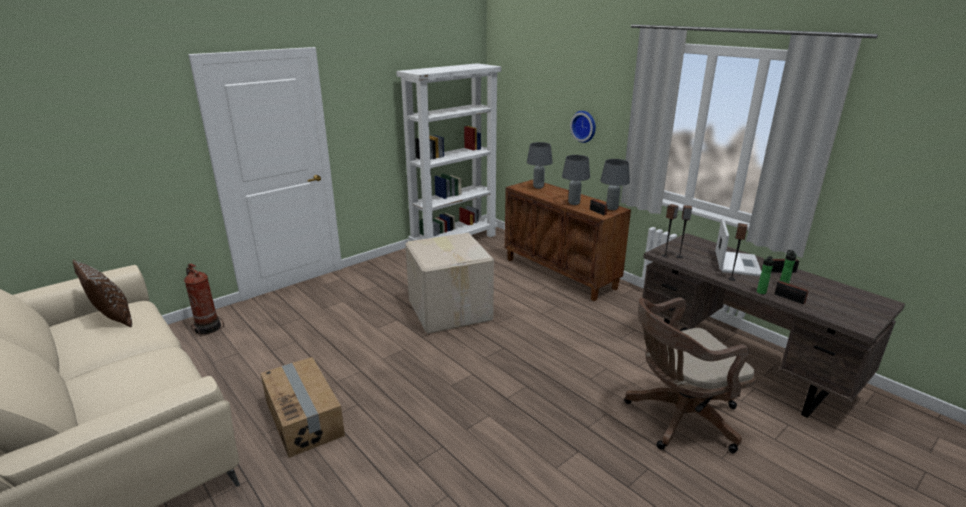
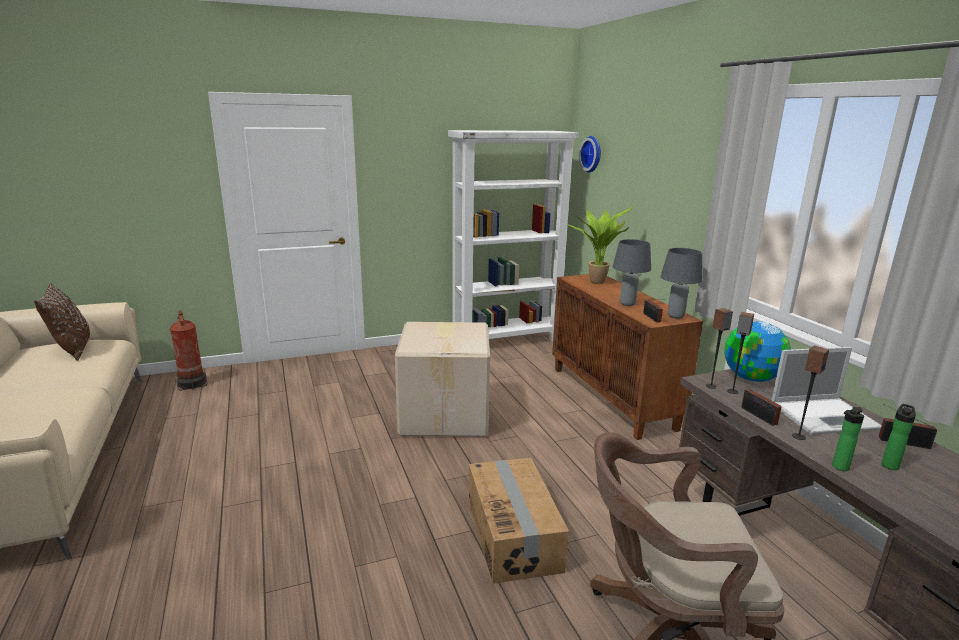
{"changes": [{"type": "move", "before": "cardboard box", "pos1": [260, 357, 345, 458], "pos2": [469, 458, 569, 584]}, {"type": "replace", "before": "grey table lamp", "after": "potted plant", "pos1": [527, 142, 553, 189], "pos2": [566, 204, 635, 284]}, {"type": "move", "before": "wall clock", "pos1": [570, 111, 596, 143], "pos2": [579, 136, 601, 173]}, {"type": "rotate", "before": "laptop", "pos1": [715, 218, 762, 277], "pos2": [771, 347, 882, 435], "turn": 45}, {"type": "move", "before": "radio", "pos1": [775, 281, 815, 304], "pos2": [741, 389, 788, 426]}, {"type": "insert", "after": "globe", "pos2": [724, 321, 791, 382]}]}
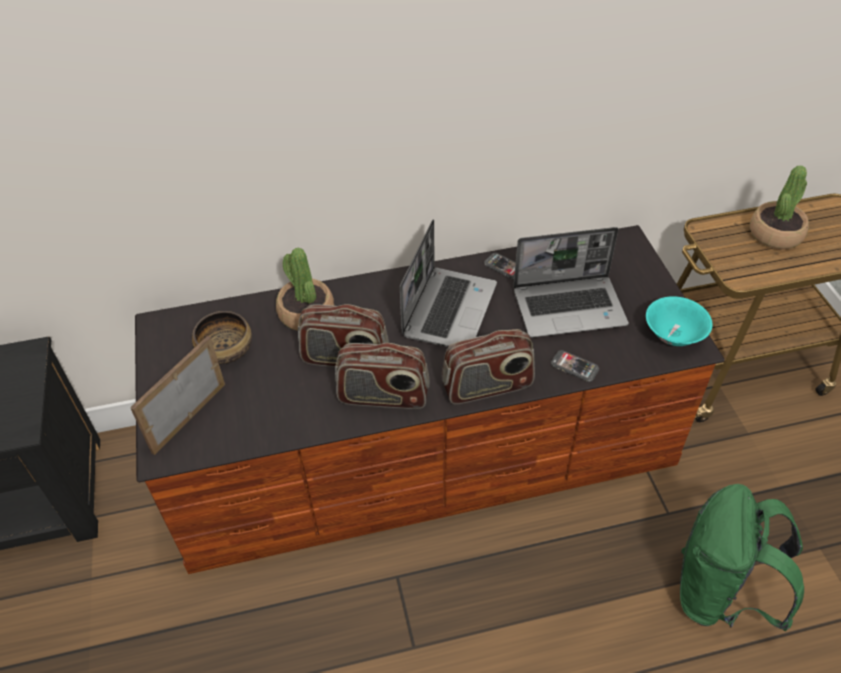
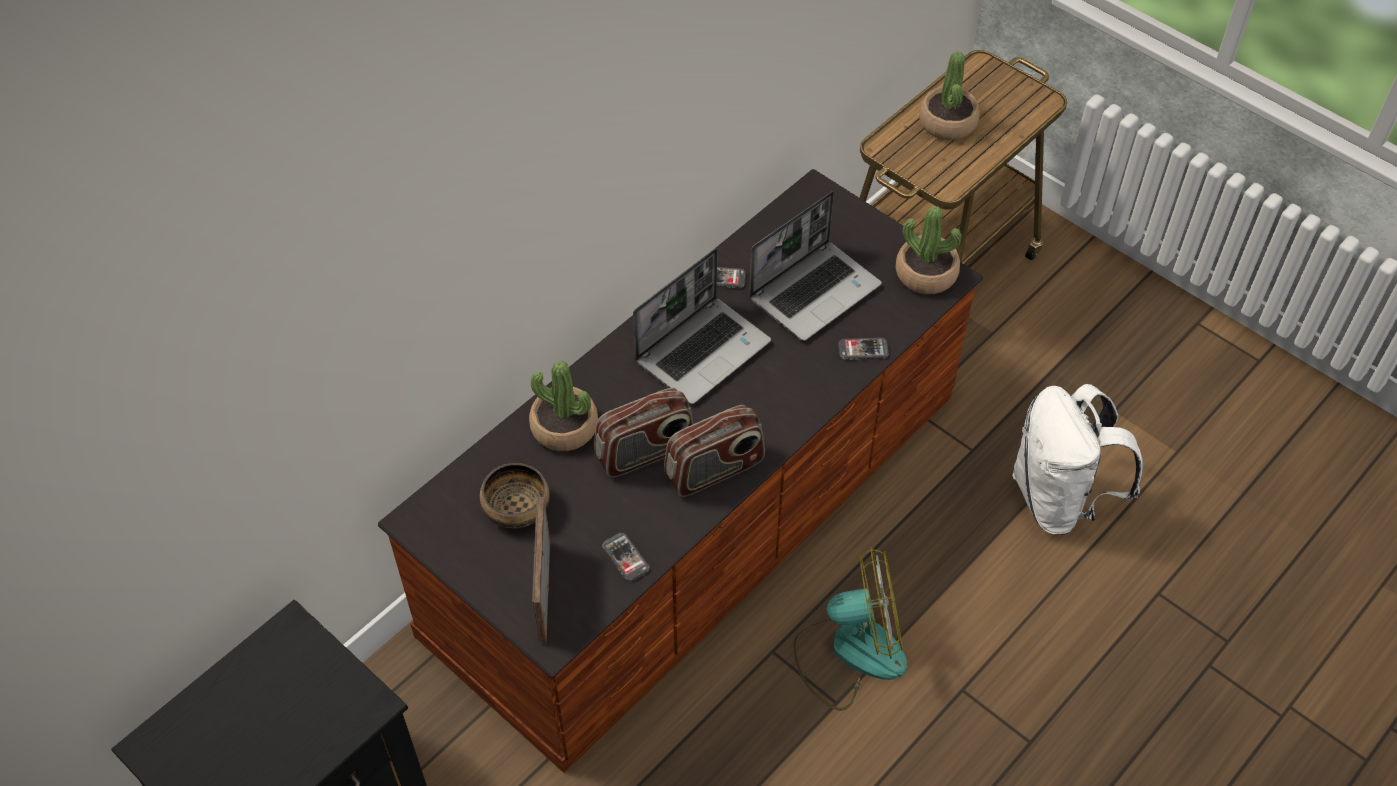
{"changes": [{"type": "rotate", "before": "laptop", "pos1": [400, 220, 497, 347], "pos2": [633, 248, 771, 404], "turn": 60}, {"type": "delete", "before": "radio", "pos1": [442, 329, 535, 404]}, {"type": "replace", "before": "turquoise bowl", "after": "potted plant", "pos1": [646, 296, 712, 346], "pos2": [896, 206, 962, 294]}, {"type": "recolor", "before": "green backpack", "after": "white backpack", "pos1": [680, 484, 804, 631], "pos2": [1012, 384, 1143, 535]}, {"type": "insert", "after": "phone", "pos2": [602, 533, 650, 581]}, {"type": "insert", "after": "fan", "pos2": [793, 547, 907, 711]}]}
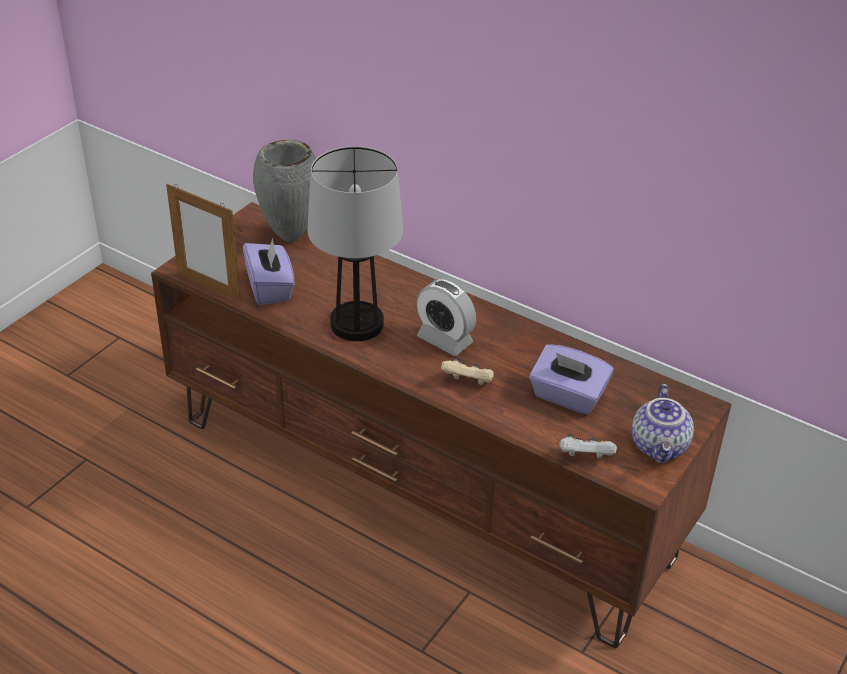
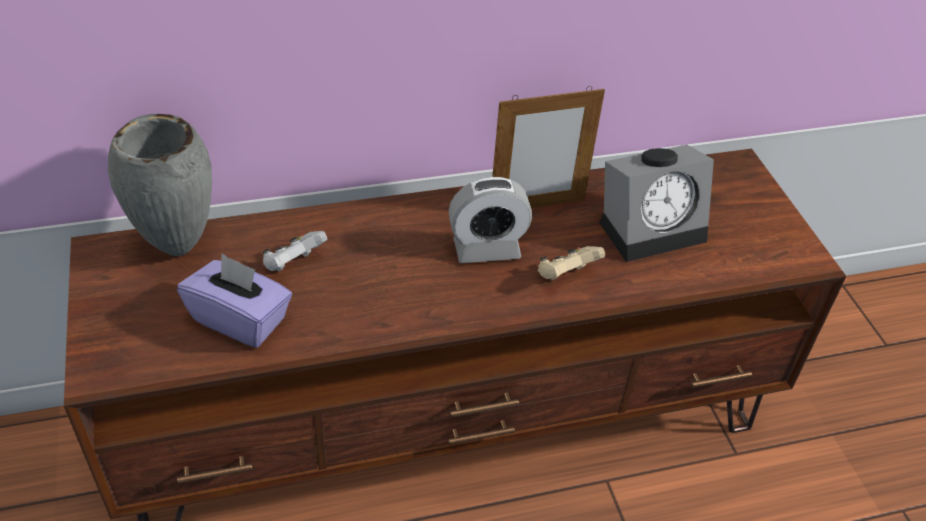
{"changes": [{"type": "move", "before": "picture frame", "pos1": [166, 184, 241, 301], "pos2": [492, 86, 605, 208]}, {"type": "delete", "before": "table lamp", "pos1": [307, 146, 403, 341]}, {"type": "replace", "before": "purple tissue box", "after": "alarm clock", "pos1": [529, 344, 614, 415], "pos2": [599, 144, 714, 262]}, {"type": "move", "before": "white game controller", "pos1": [559, 434, 617, 458], "pos2": [262, 231, 327, 272]}, {"type": "delete", "before": "teapot", "pos1": [632, 384, 694, 463]}]}
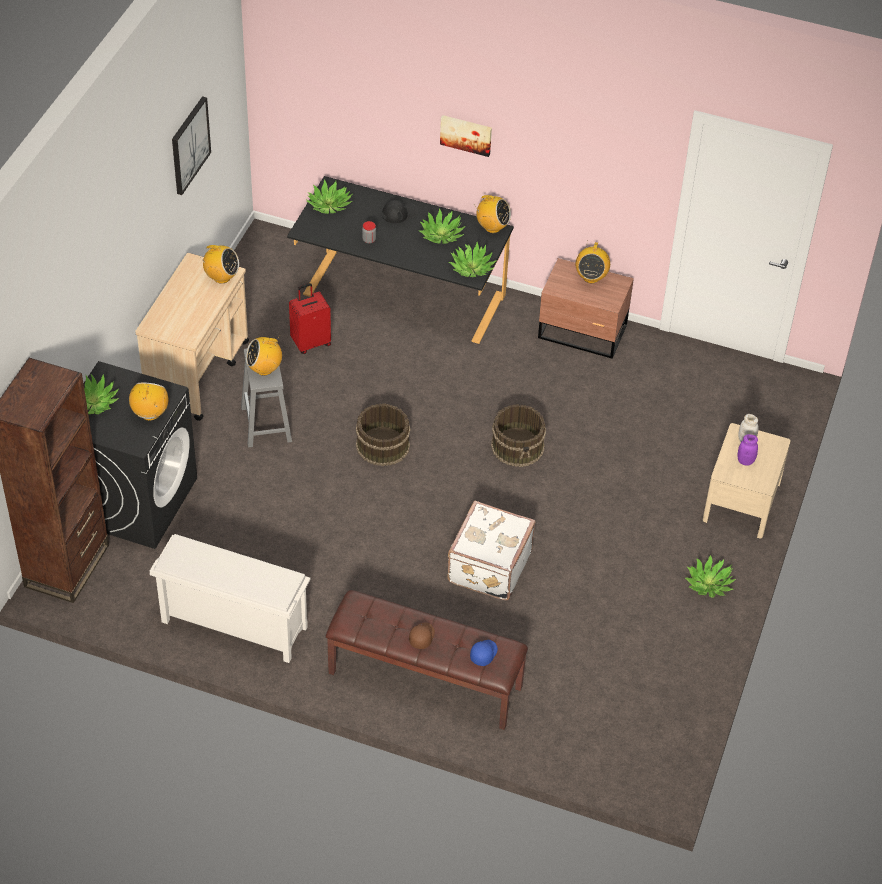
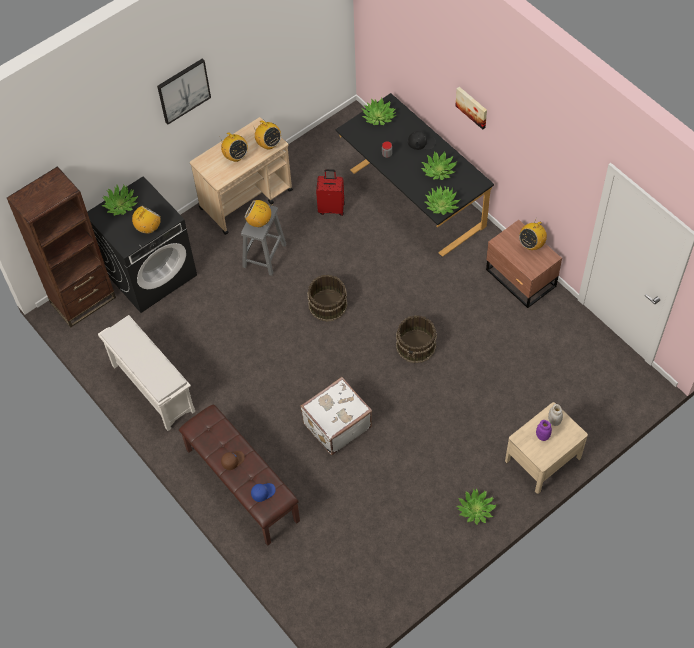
{"changes": [{"type": "move", "before": "picture", "pos1": [172, 96, 211, 195], "pos2": [157, 59, 211, 125]}, {"type": "move", "before": "radio", "pos1": [475, 195, 511, 233], "pos2": [220, 132, 248, 162]}]}
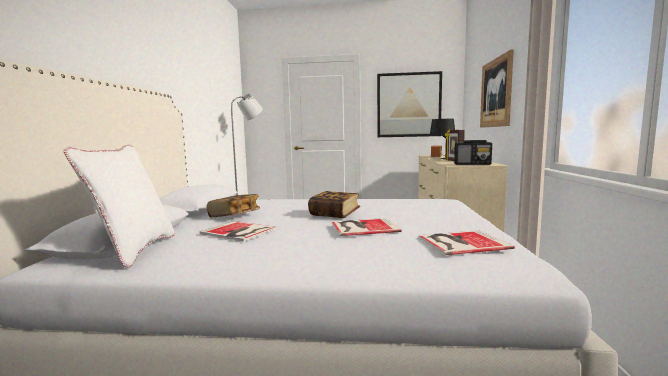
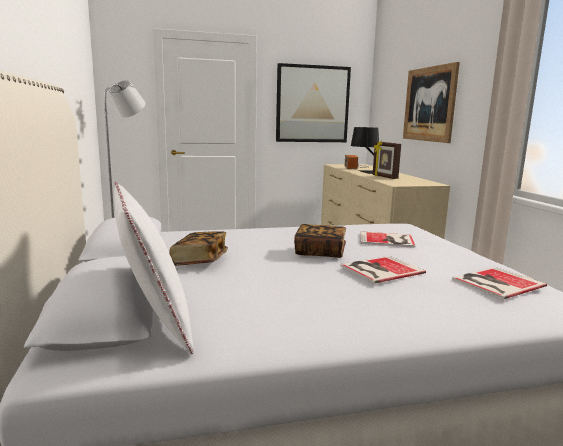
{"changes": [{"type": "move", "before": "book", "pos1": [199, 221, 277, 242], "pos2": [360, 231, 415, 248]}, {"type": "delete", "before": "radio", "pos1": [454, 140, 492, 165]}]}
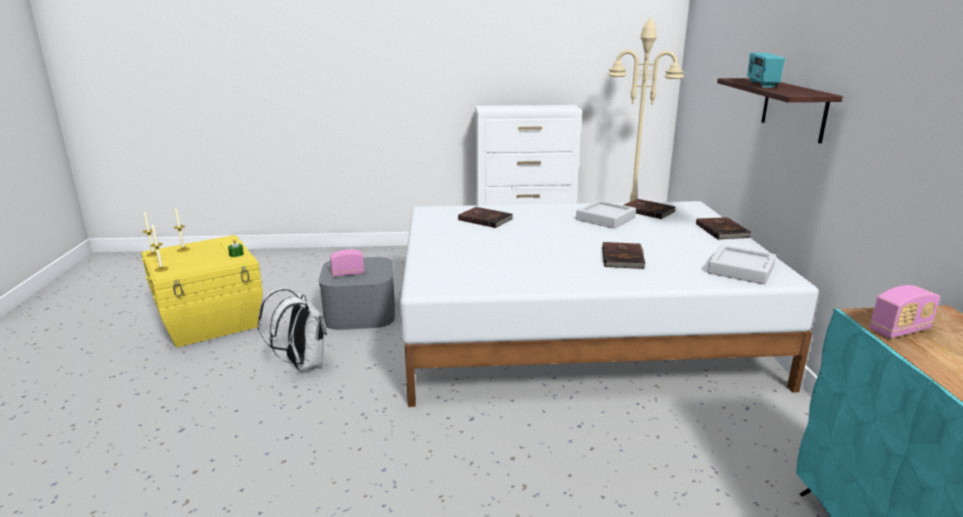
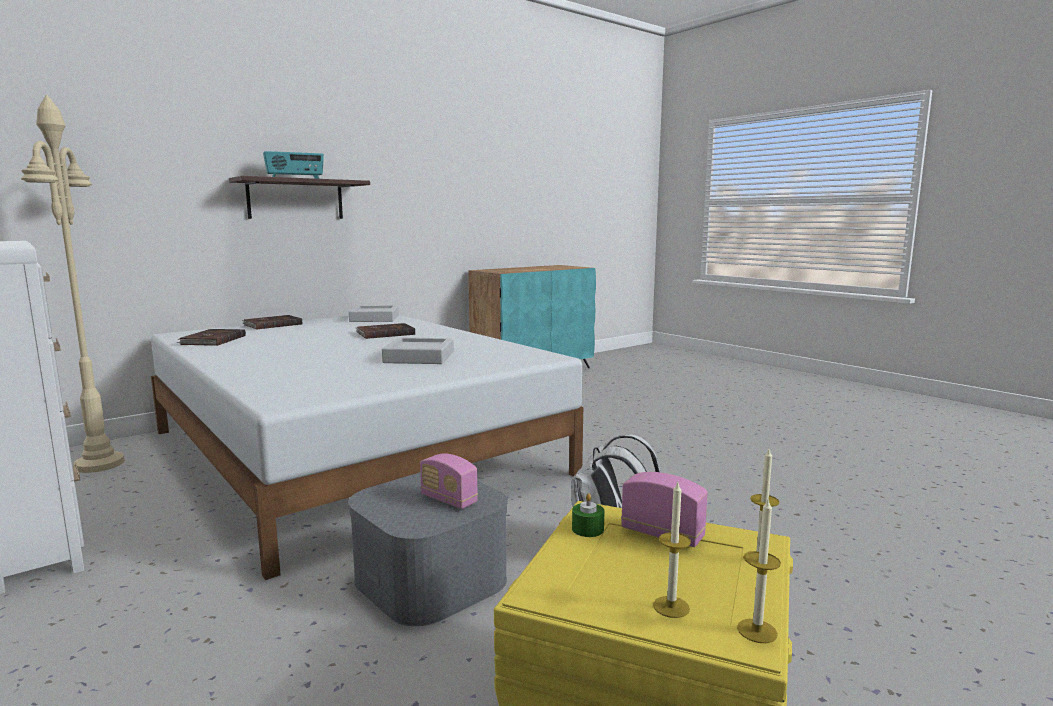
{"changes": [{"type": "delete", "before": "brown book", "pos1": [458, 207, 513, 228]}, {"type": "move", "before": "grey tray", "pos1": [576, 200, 636, 229], "pos2": [382, 338, 454, 364]}, {"type": "move", "before": "radio", "pos1": [870, 285, 940, 338], "pos2": [621, 472, 708, 547]}]}
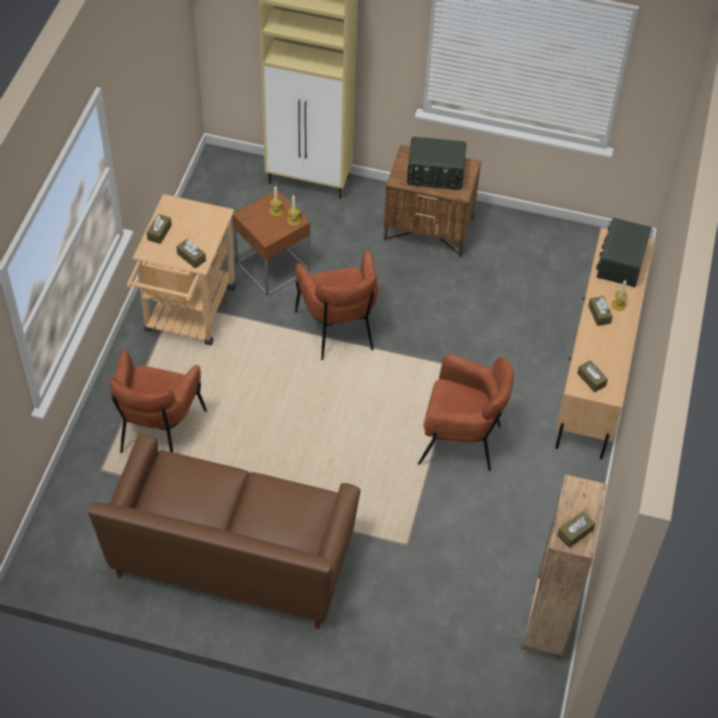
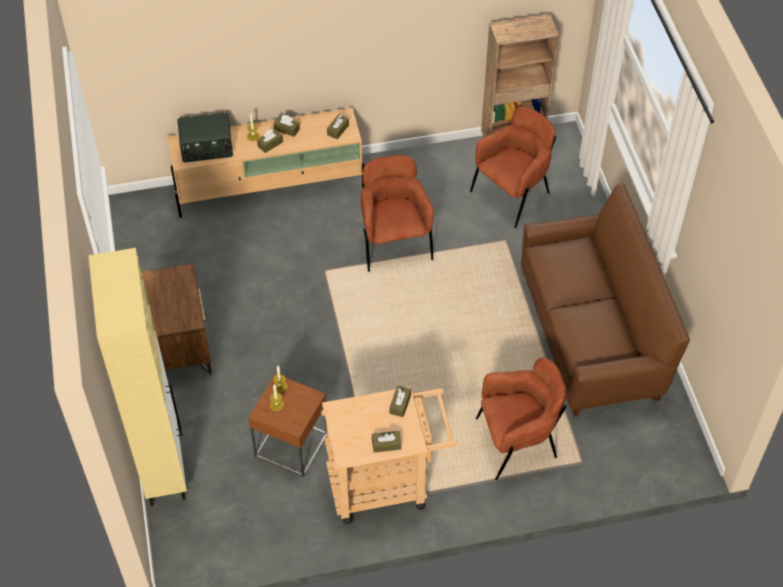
{"changes": [{"type": "move", "before": "brown armchair", "pos1": [295, 251, 378, 360], "pos2": [470, 107, 556, 228]}, {"type": "delete", "before": "radio", "pos1": [407, 137, 466, 190]}, {"type": "move", "before": "brown tissue box", "pos1": [557, 511, 595, 548], "pos2": [274, 115, 300, 137]}]}
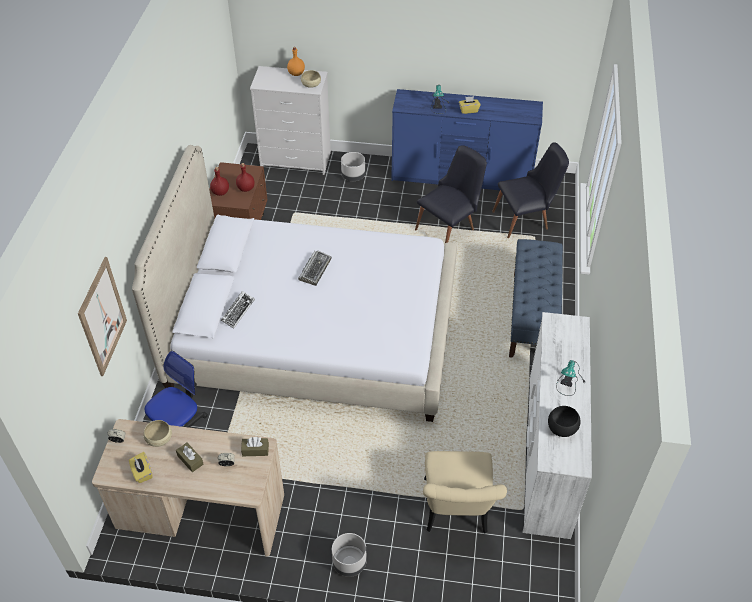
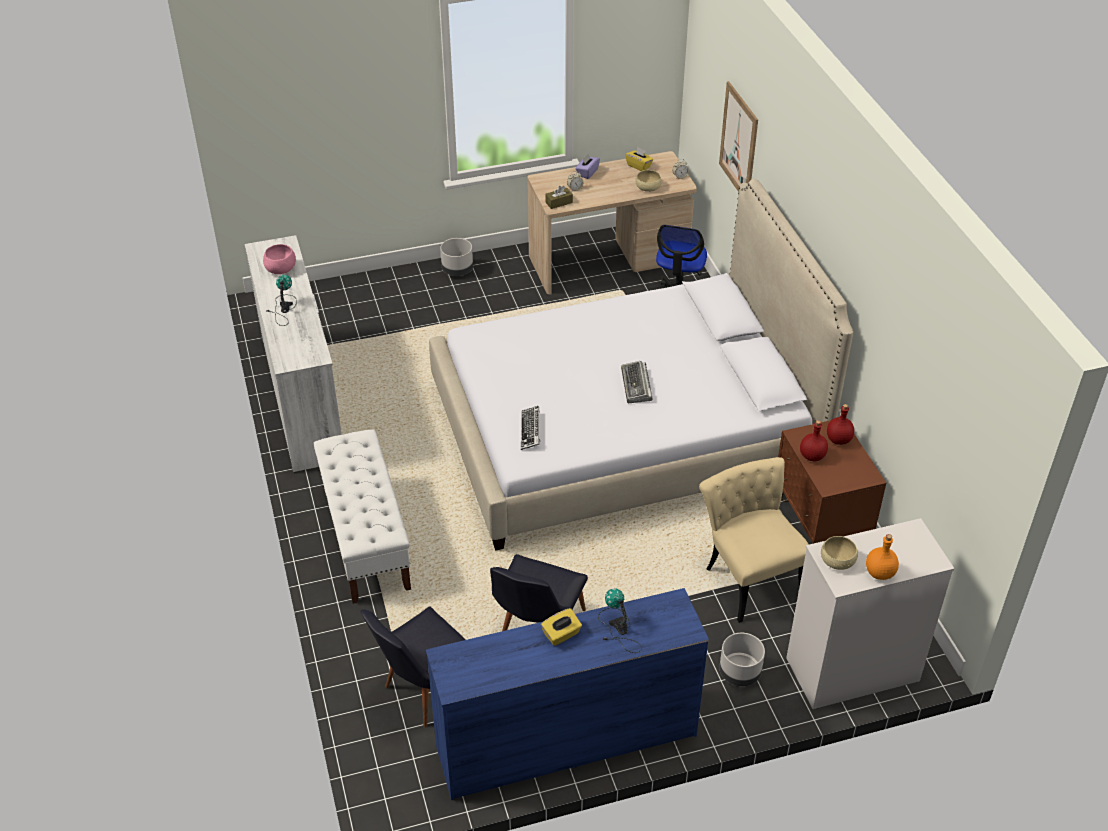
{"changes": [{"type": "delete", "before": "brown tissue box", "pos1": [176, 443, 204, 472]}, {"type": "move", "before": "keyboard", "pos1": [221, 291, 255, 328], "pos2": [521, 406, 540, 450]}, {"type": "move", "before": "beige chair", "pos1": [423, 451, 507, 533], "pos2": [699, 457, 809, 623]}, {"type": "recolor", "before": "blue bench", "after": "white bench", "pos1": [509, 239, 563, 357], "pos2": [314, 429, 411, 604]}, {"type": "recolor", "before": "black bowl", "after": "pink bowl", "pos1": [548, 406, 580, 437], "pos2": [263, 244, 296, 274]}, {"type": "insert", "after": "purple tissue box", "pos2": [575, 153, 600, 179]}]}
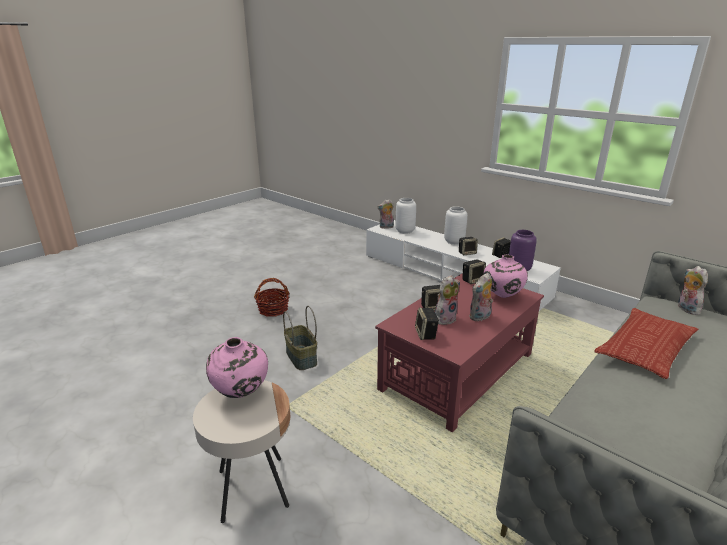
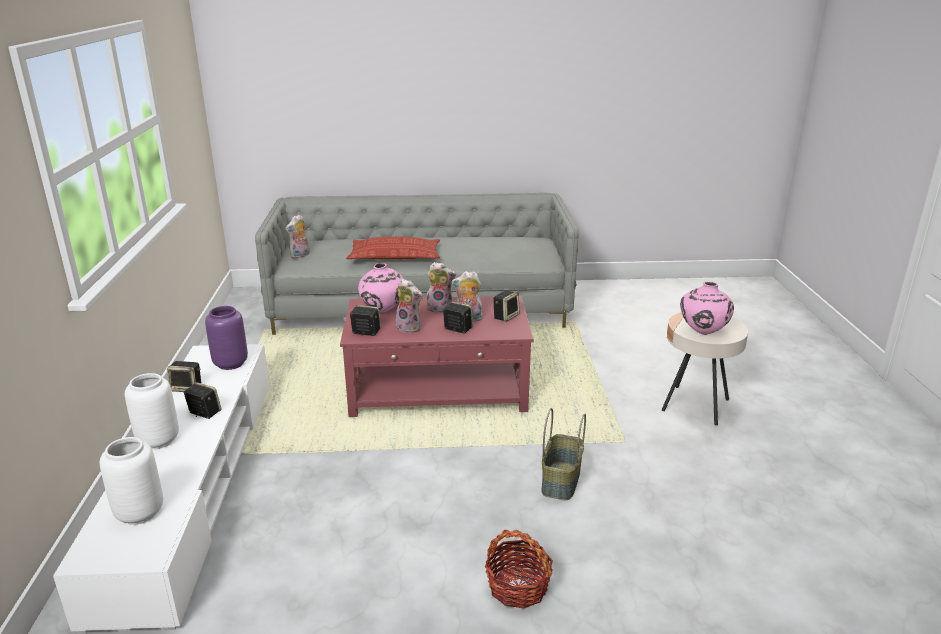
{"changes": [{"type": "move", "before": "plush toy", "pos1": [377, 199, 394, 229], "pos2": [396, 279, 422, 333]}]}
